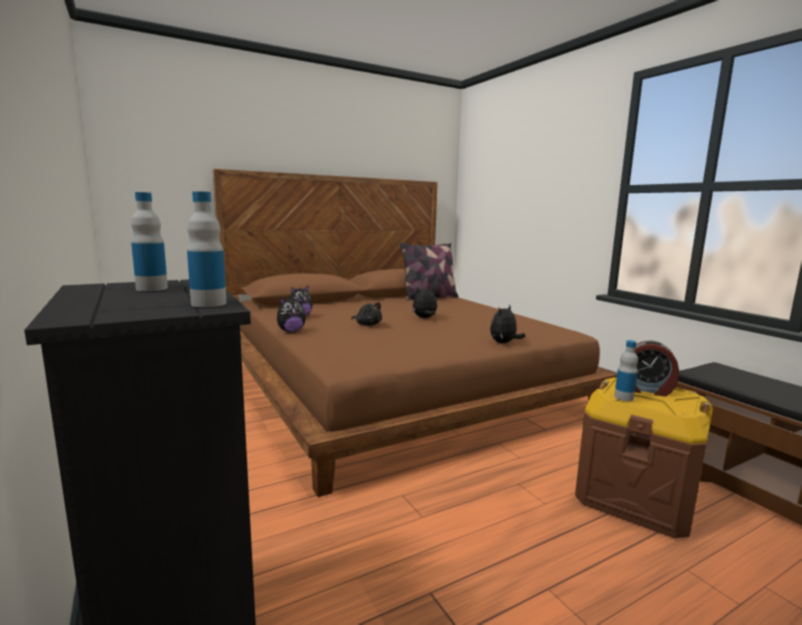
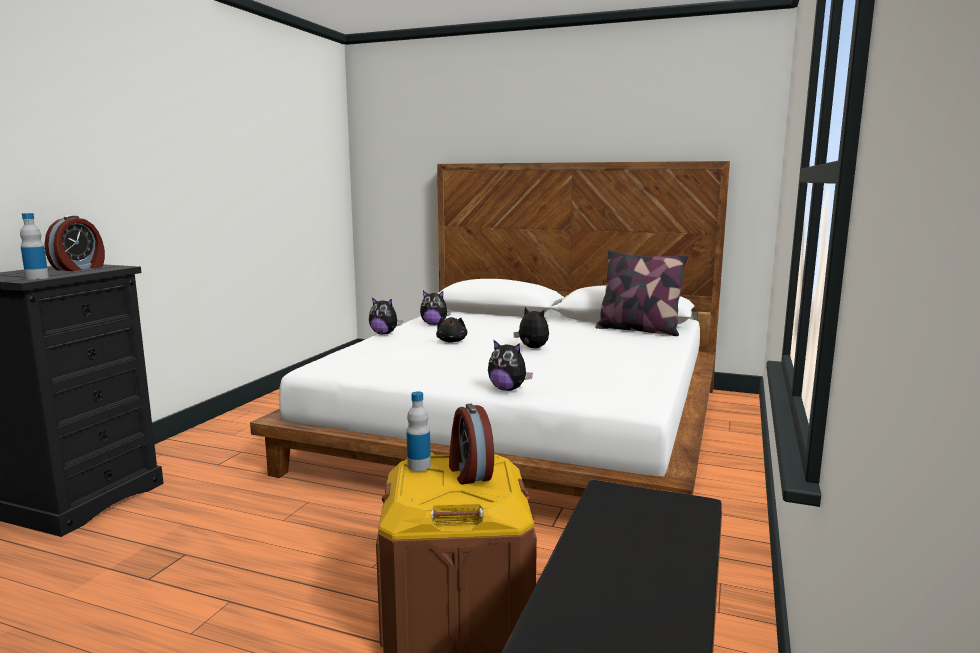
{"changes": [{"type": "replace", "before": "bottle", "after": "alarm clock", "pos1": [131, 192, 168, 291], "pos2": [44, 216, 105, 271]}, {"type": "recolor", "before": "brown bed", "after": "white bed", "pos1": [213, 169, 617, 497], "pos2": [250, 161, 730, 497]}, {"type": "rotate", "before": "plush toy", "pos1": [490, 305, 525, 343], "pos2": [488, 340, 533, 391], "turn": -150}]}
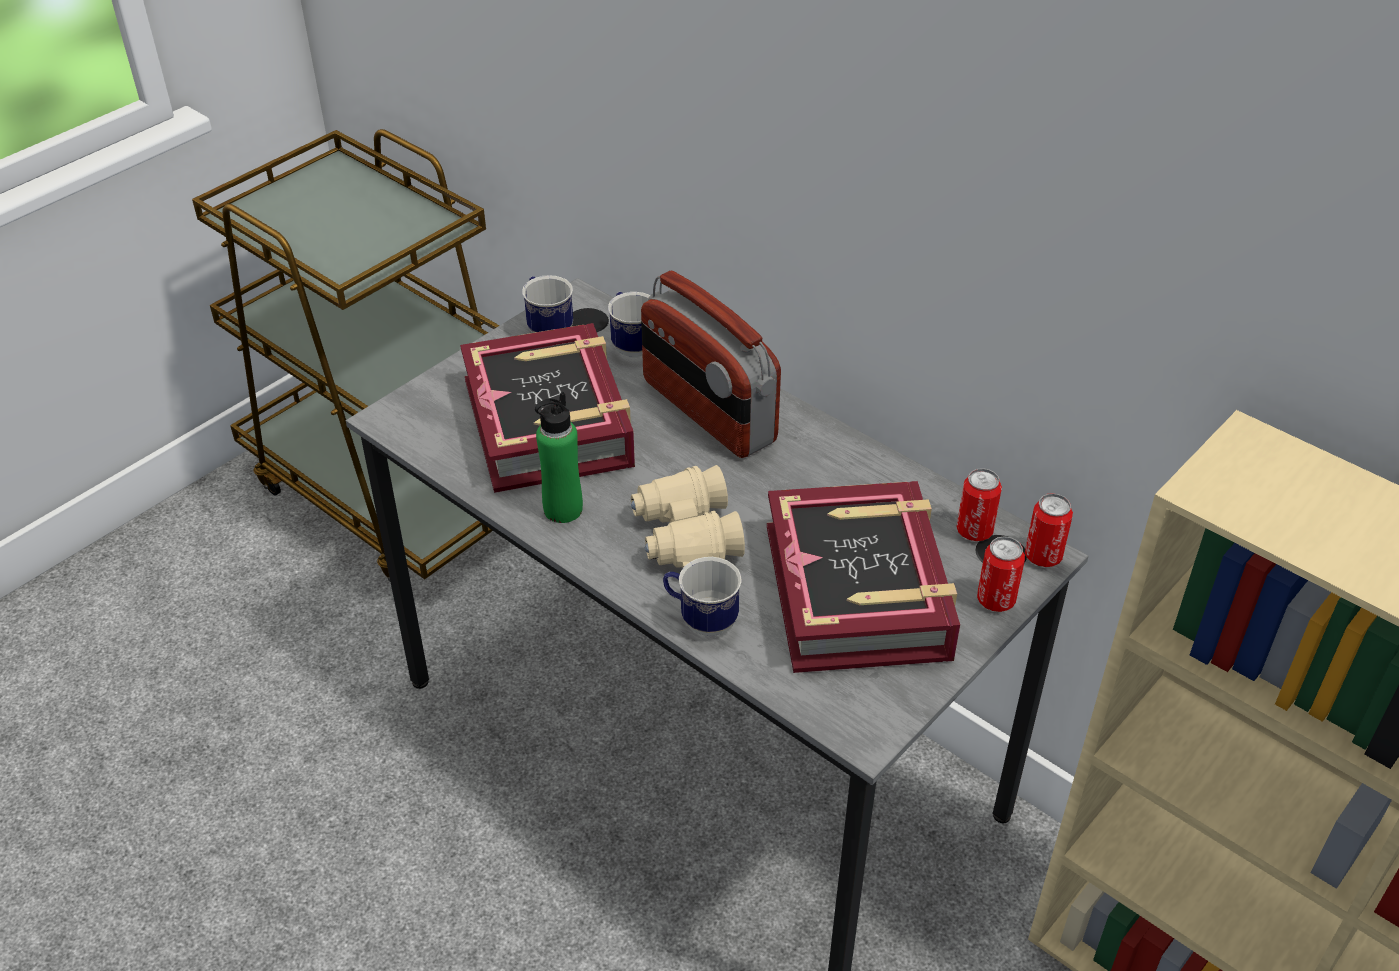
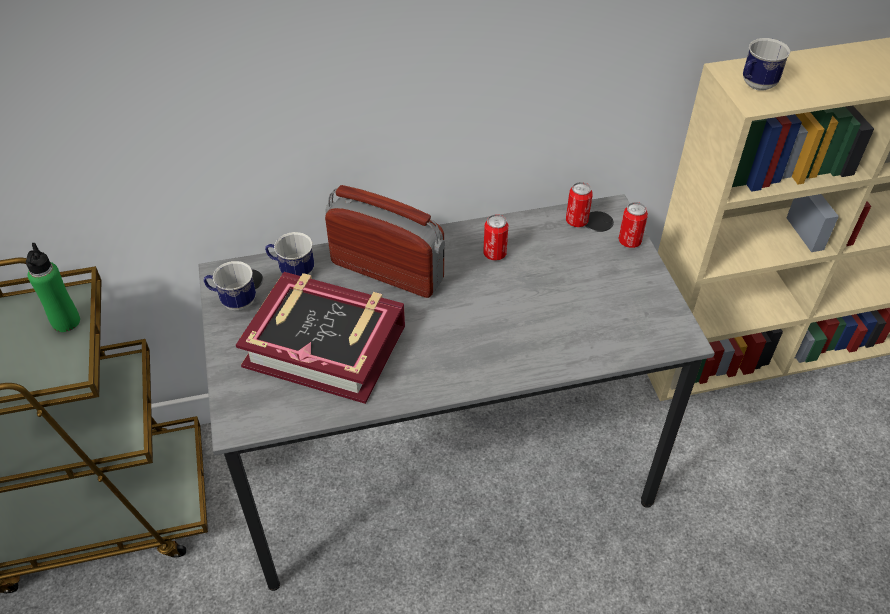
{"changes": [{"type": "move", "before": "green bottle", "pos1": [535, 392, 583, 523], "pos2": [26, 243, 80, 332]}, {"type": "delete", "before": "beige binoculars", "pos1": [631, 465, 745, 567]}, {"type": "rotate", "before": "radio", "pos1": [641, 271, 781, 458], "pos2": [325, 185, 445, 298], "turn": -150}, {"type": "move", "before": "mug", "pos1": [663, 557, 742, 636], "pos2": [743, 38, 790, 91]}, {"type": "delete", "before": "book", "pos1": [767, 481, 960, 673]}, {"type": "move", "before": "can", "pos1": [1025, 493, 1073, 567], "pos2": [483, 214, 508, 261]}]}
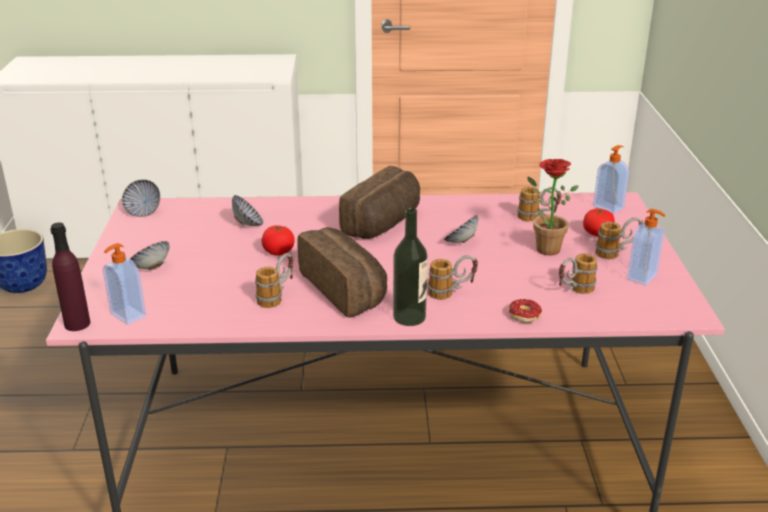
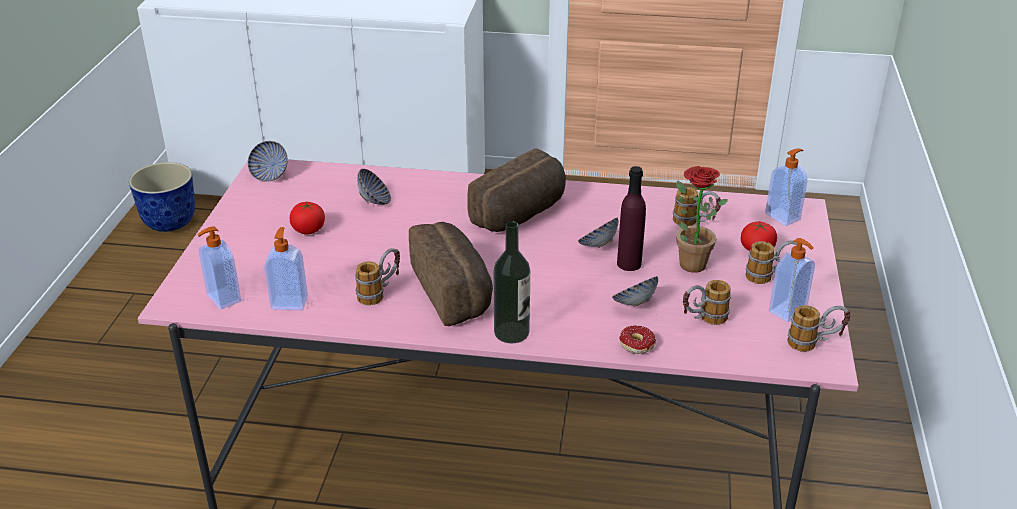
{"changes": [{"type": "move", "before": "purple bottle", "pos1": [50, 223, 90, 331], "pos2": [617, 166, 646, 271]}, {"type": "move", "before": "bowl", "pos1": [130, 241, 170, 270], "pos2": [612, 276, 658, 307]}, {"type": "move", "before": "tomato", "pos1": [261, 225, 294, 256], "pos2": [290, 202, 325, 235]}, {"type": "move", "before": "mug", "pos1": [428, 255, 478, 300], "pos2": [787, 305, 851, 352]}, {"type": "insert", "after": "soap dispenser", "pos2": [264, 227, 308, 310]}]}
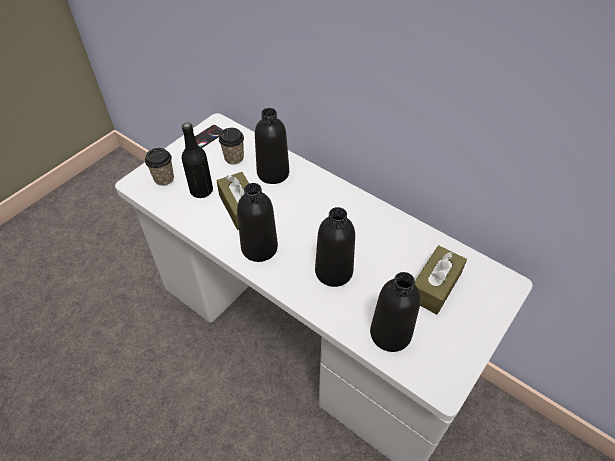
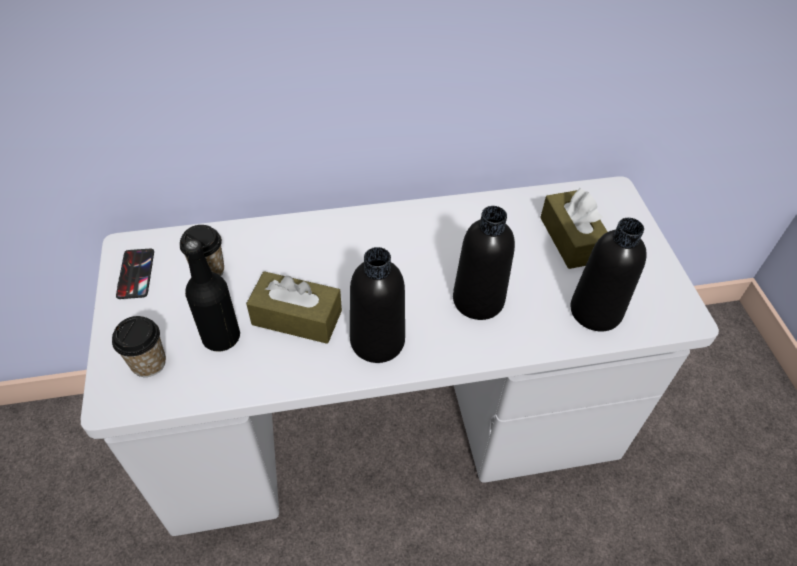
{"changes": [{"type": "delete", "before": "black bottle", "pos1": [255, 108, 289, 184]}]}
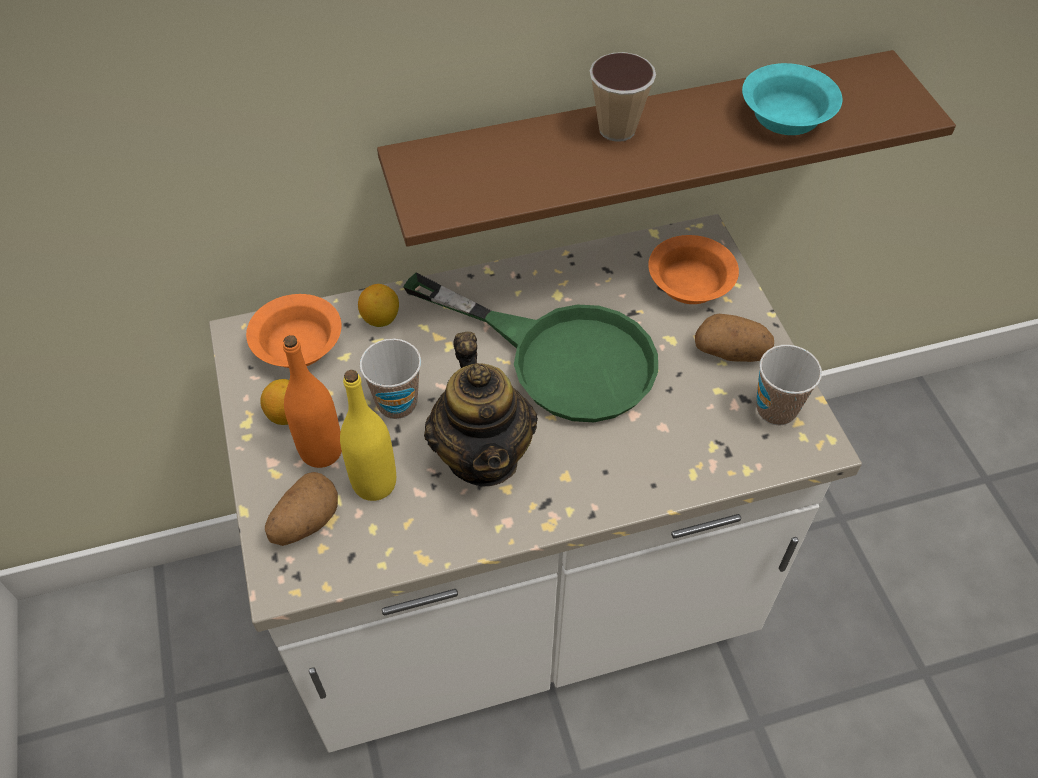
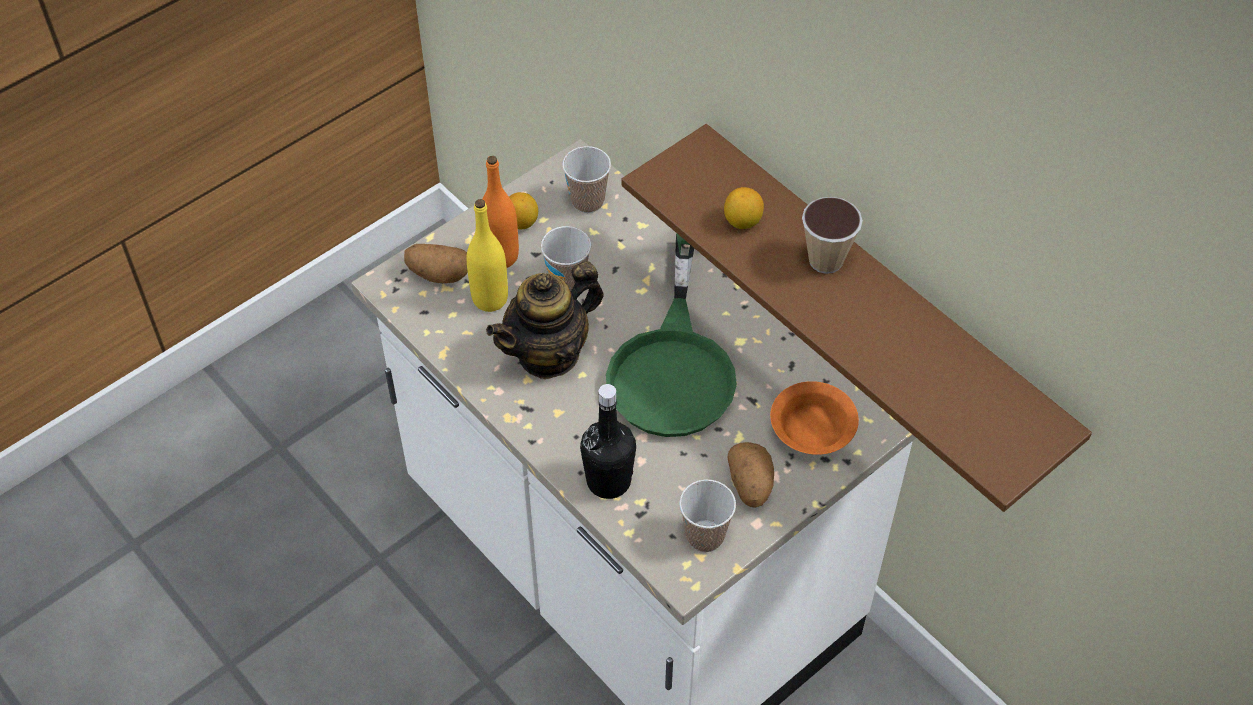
{"changes": [{"type": "replace", "before": "orange bowl", "after": "cup", "pos1": [246, 294, 342, 368], "pos2": [562, 146, 611, 213]}, {"type": "move", "before": "lemon", "pos1": [358, 284, 399, 327], "pos2": [724, 187, 764, 229]}, {"type": "delete", "before": "turquoise bowl", "pos1": [742, 63, 842, 135]}, {"type": "insert", "after": "black bottle", "pos2": [580, 384, 636, 499]}]}
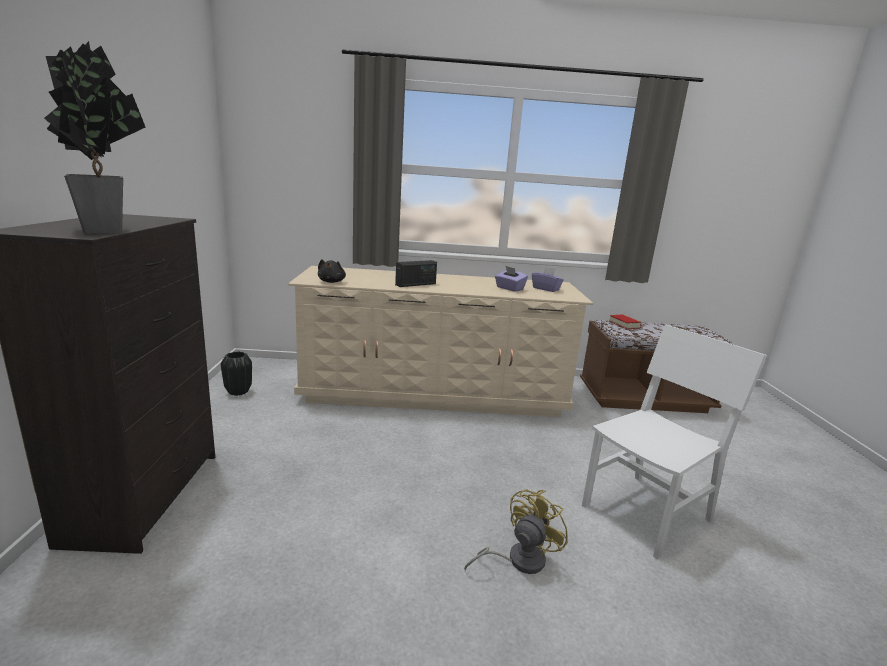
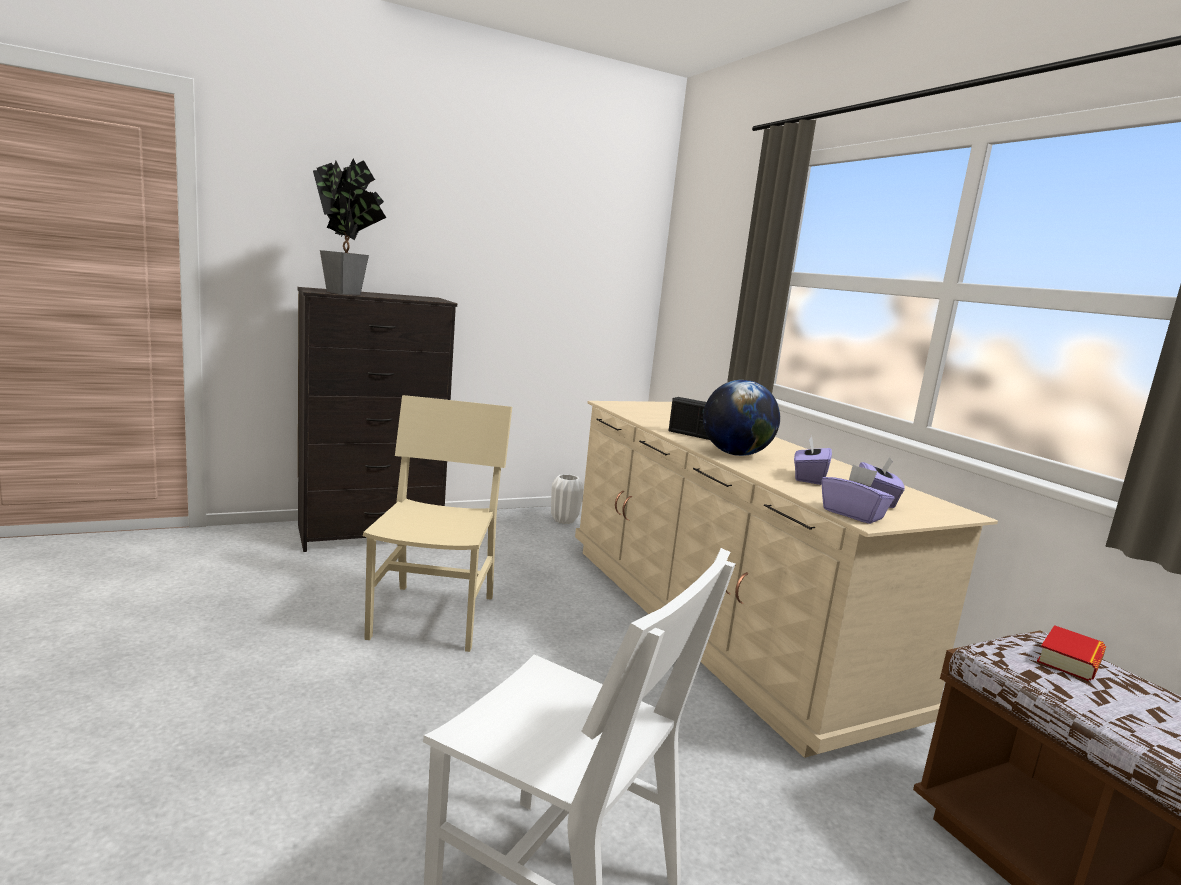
{"changes": [{"type": "recolor", "before": "black vase", "after": "white vase", "pos1": [221, 352, 252, 396], "pos2": [551, 474, 583, 524]}, {"type": "delete", "before": "black plush toy", "pos1": [318, 259, 346, 283]}, {"type": "delete", "before": "yellow fan", "pos1": [464, 489, 568, 574]}, {"type": "insert", "after": "beige chair", "pos2": [363, 395, 512, 652]}, {"type": "insert", "after": "globe", "pos2": [703, 380, 780, 456]}, {"type": "insert", "after": "purple tissue box", "pos2": [821, 465, 894, 524]}]}
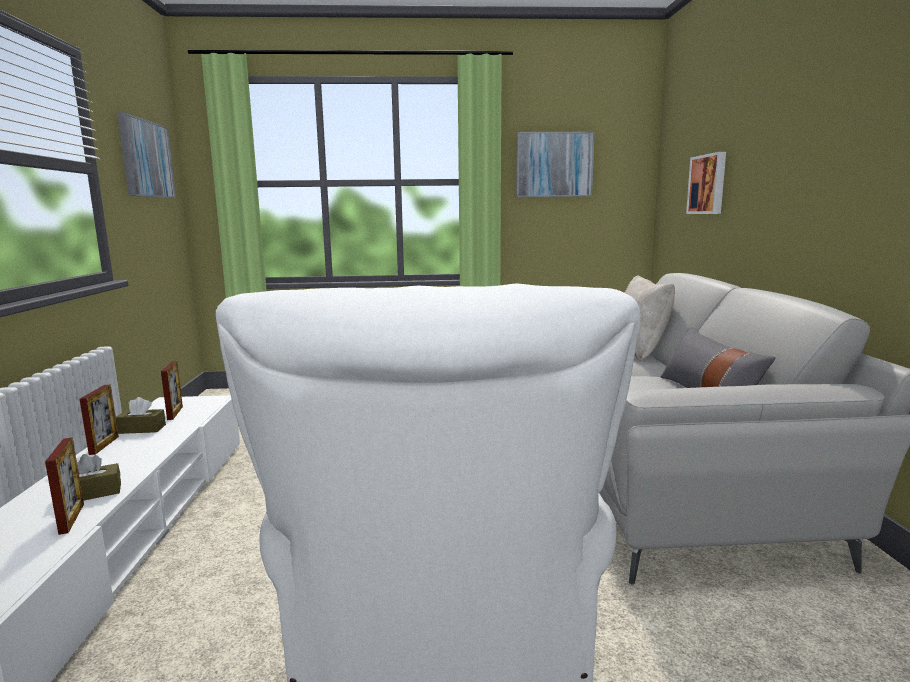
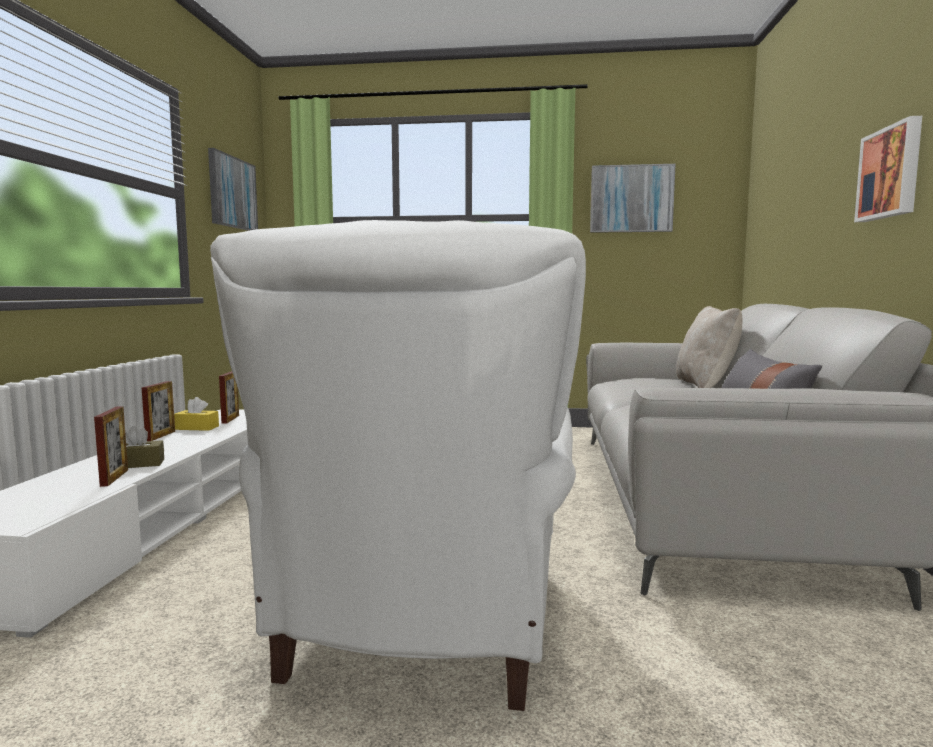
{"changes": [{"type": "recolor", "before": "brown tissue box", "after": "yellow tissue box", "pos1": [116, 397, 166, 434], "pos2": [174, 397, 219, 431]}, {"type": "move", "before": "picture", "pos1": [686, 152, 726, 214], "pos2": [854, 116, 922, 222]}]}
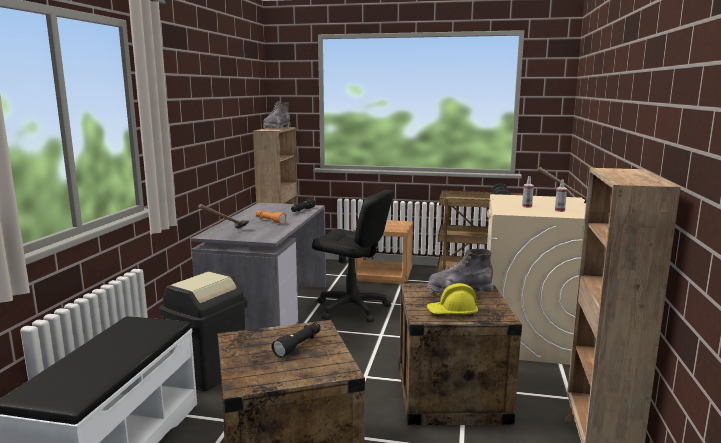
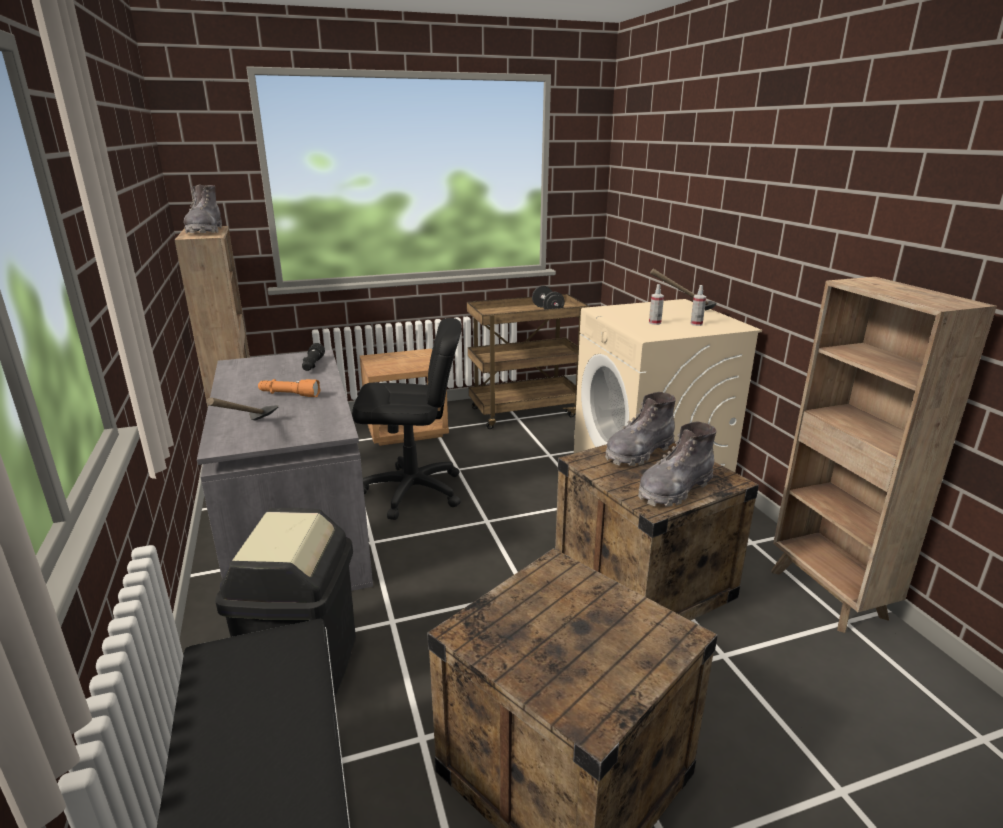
{"changes": [{"type": "delete", "before": "black flashlight", "pos1": [271, 323, 321, 358]}, {"type": "replace", "before": "yellow hard hat", "after": "grey boot", "pos1": [427, 283, 478, 317], "pos2": [638, 422, 716, 507]}]}
